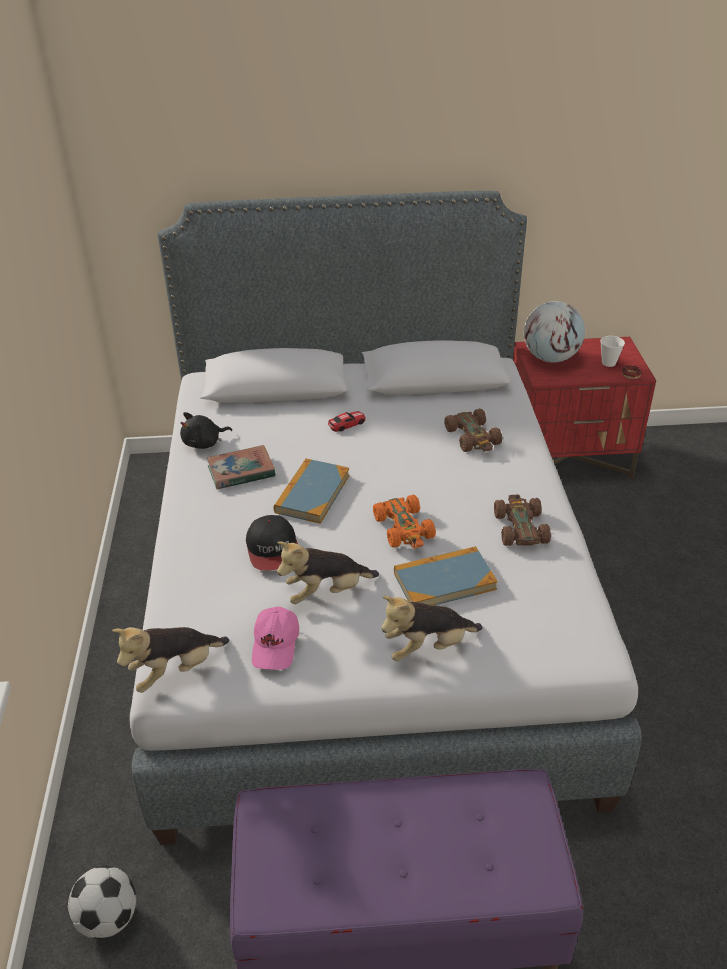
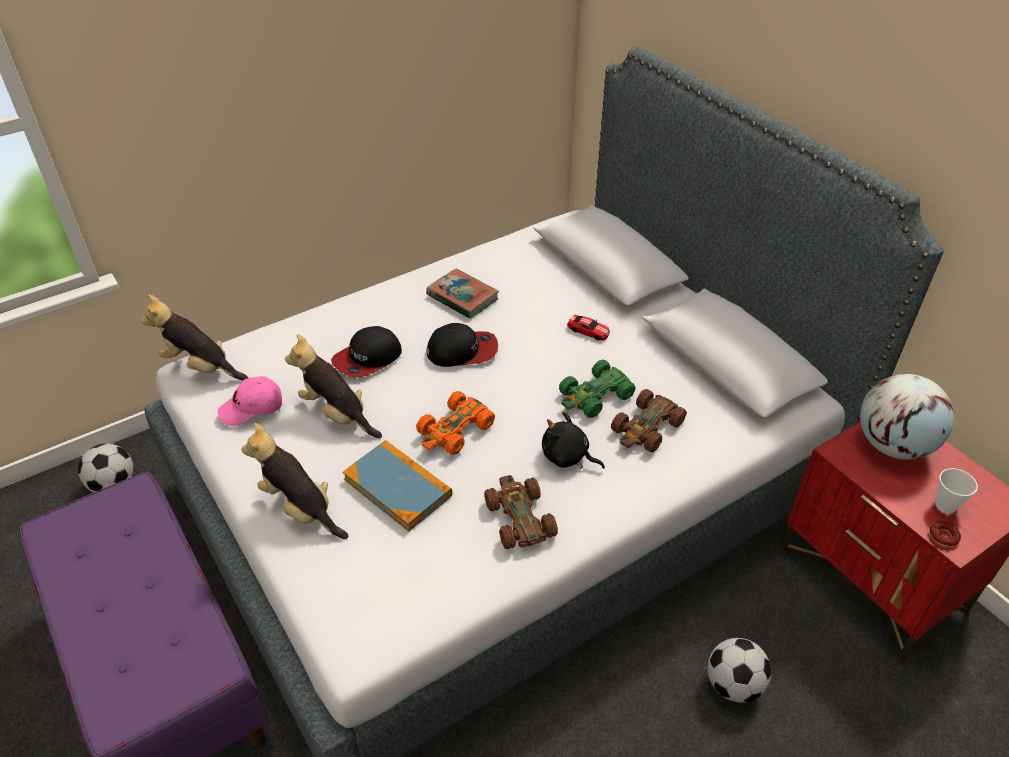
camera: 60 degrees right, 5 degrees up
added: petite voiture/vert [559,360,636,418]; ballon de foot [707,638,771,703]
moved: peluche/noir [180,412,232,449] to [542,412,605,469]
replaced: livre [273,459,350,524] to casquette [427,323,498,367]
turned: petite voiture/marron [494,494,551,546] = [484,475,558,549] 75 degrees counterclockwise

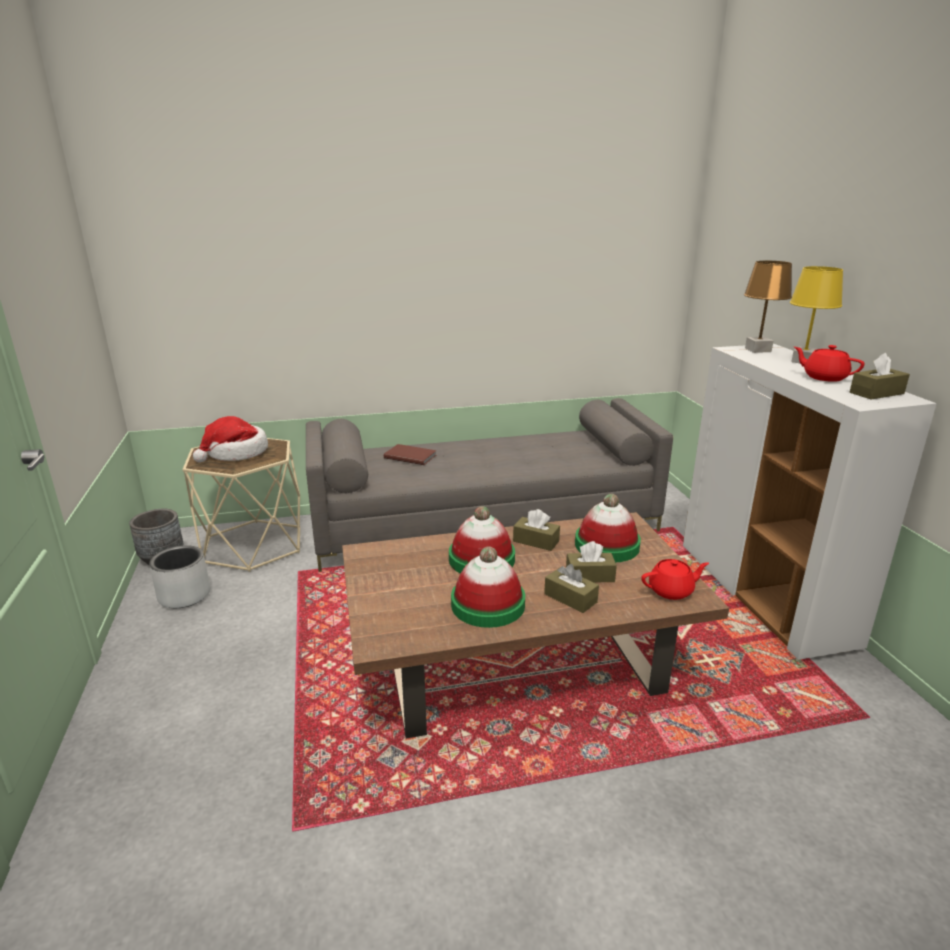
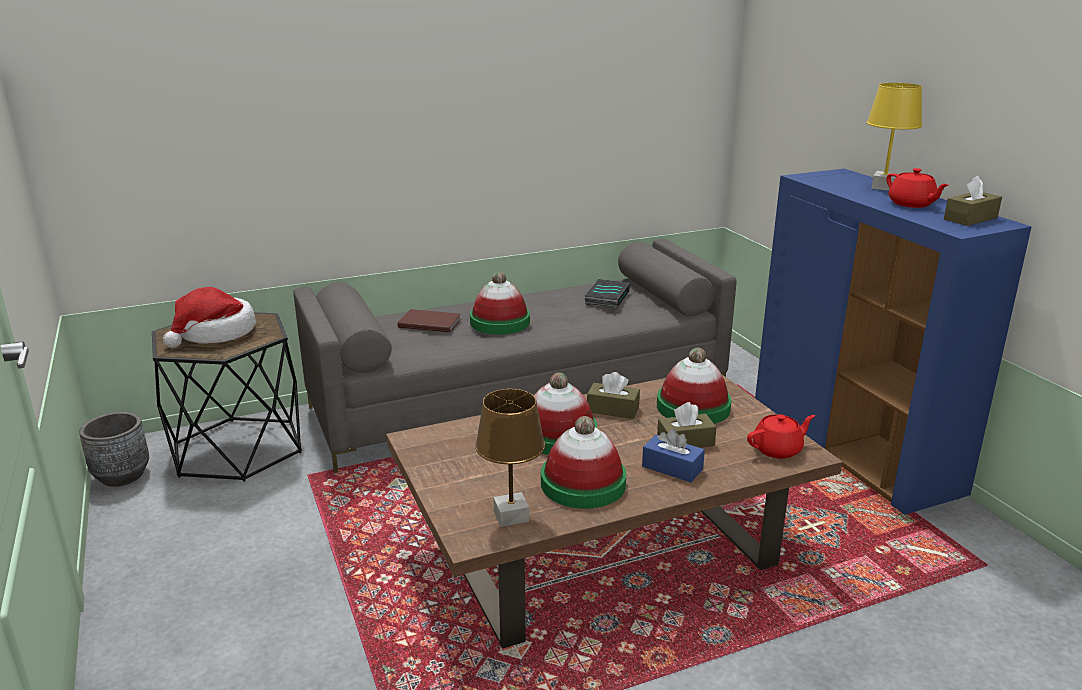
camera: 10 degrees left, 0 degrees up
removed: cache-pot/gris [149,545,210,608]
added: chapeau [470,271,530,334]; livre [584,279,630,309]
moved: lampe de table/marron [744,261,792,353] to [475,389,545,527]
recoloured: meuble de rangement/blanc [683,344,937,660] to meuble de rangement/bleu [755,169,1032,515]; table d'appoint/beige [182,438,300,572] to table d'appoint/noir [152,312,302,482]; boîte à mouchoirs/marron [544,564,599,613] to boîte à mouchoirs/bleu [642,428,705,482]
turned: théière/rouge [794,345,864,382] = [887,168,949,208] 150 degrees counterclockwise

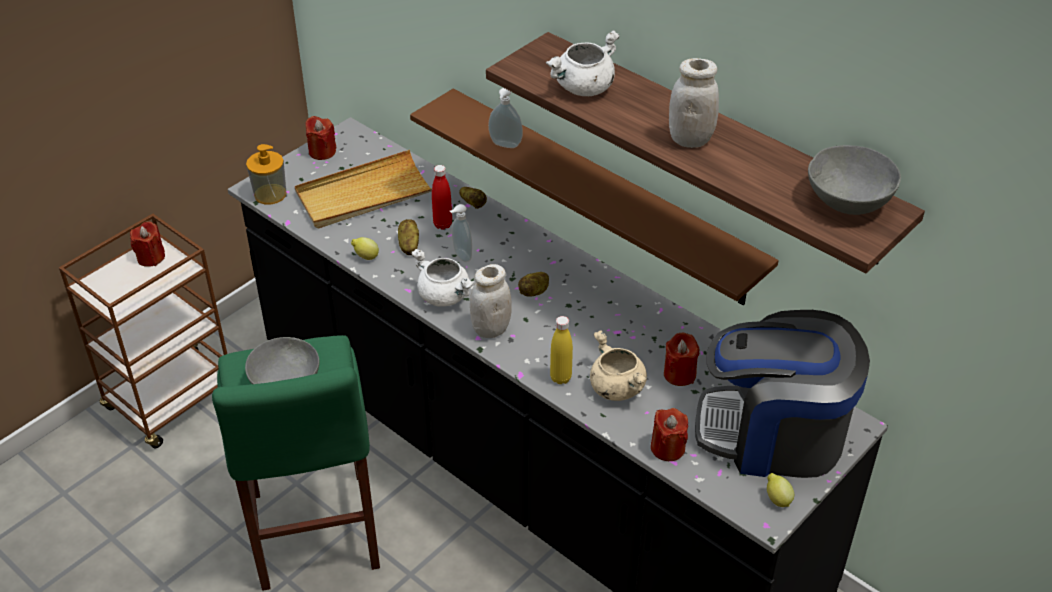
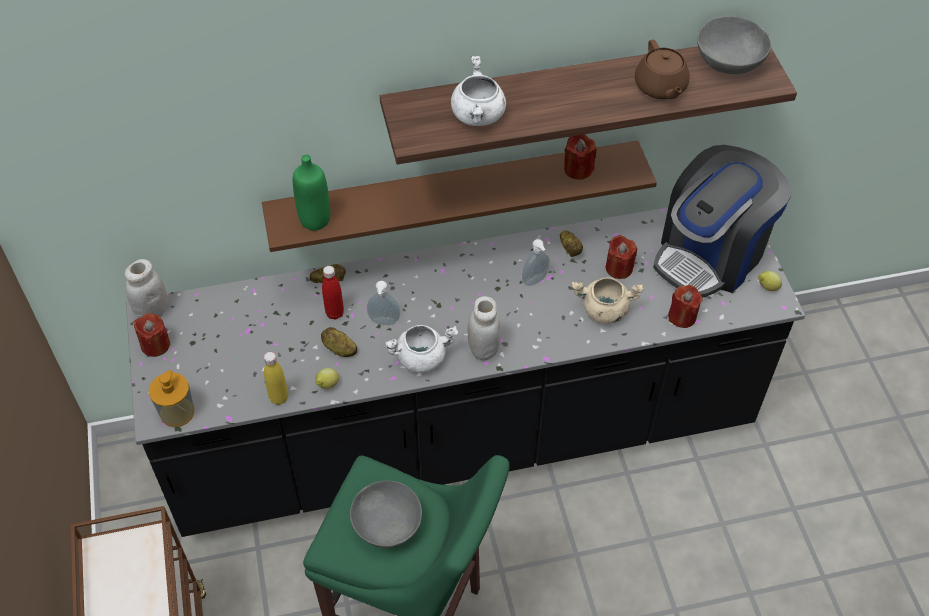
camera: 55 degrees left, 10 degrees up
removed: plateau/beige [295,150,432,228]
added: théière/marron [635,39,690,99]; bouteille/vert [293,155,330,231]
moved: bocal/blanc [669,58,719,148] to [124,259,167,318]; distributeur de savon [488,88,523,148] to [522,239,550,286]; bougie/rouge [130,221,165,267] to [564,134,596,180]; pomme de terre [518,272,549,297] to [560,230,583,257]; bouteille/jaune [550,316,573,384] to [264,352,288,405]

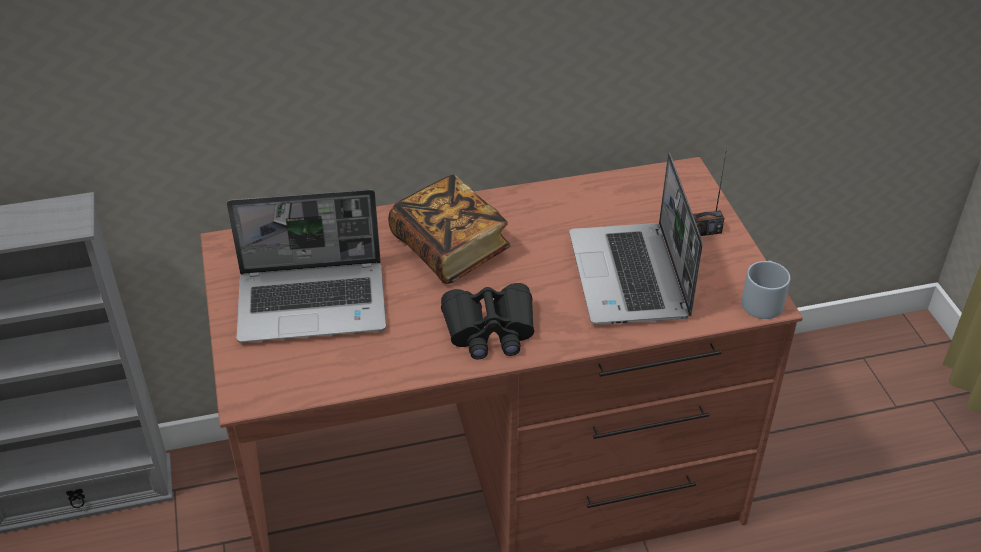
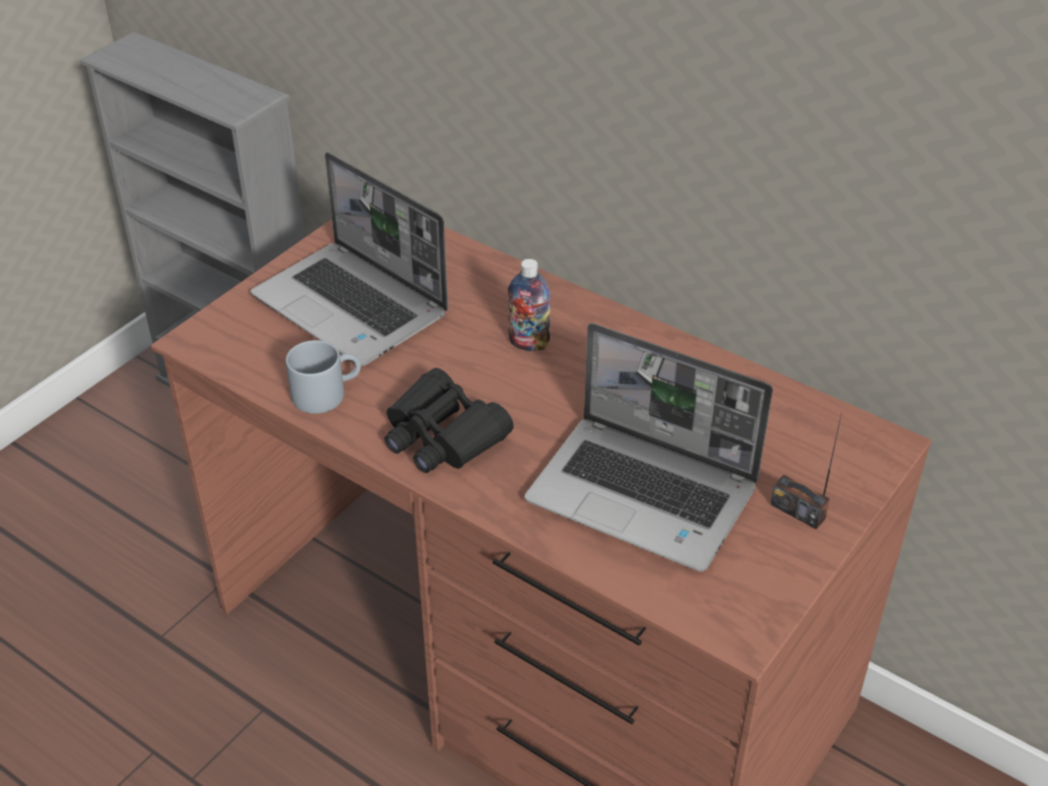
camera: 50 degrees right, 0 degrees up
moved: mug/gris [741,261,790,319] to [286,340,361,414]
replaced: livre [388,174,510,284] to bouteille [508,259,551,351]
turned: ordinateur portable [569,153,703,325] = [525,323,773,572] 105 degrees counterclockwise

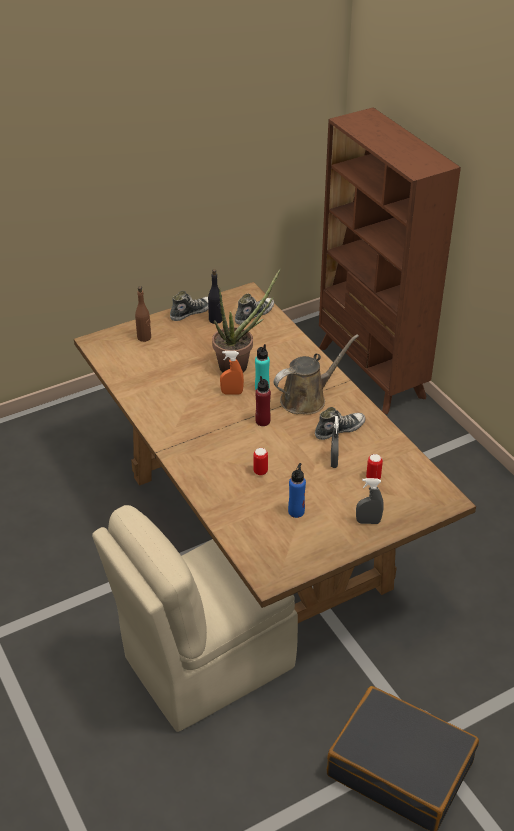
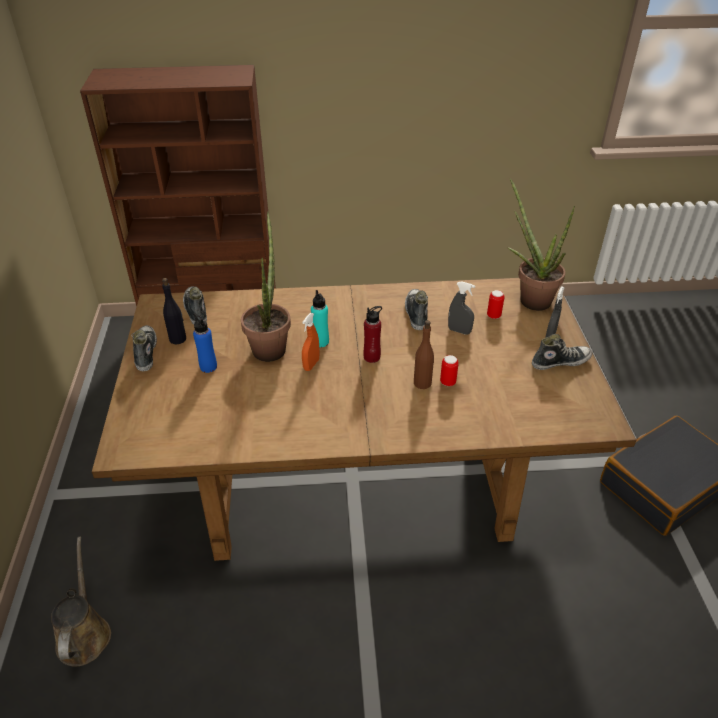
camera: 65 degrees left, 0 degrees up
removed: chaise/beige [92,505,298,732]
added: plante en pot [508,178,575,311]; chaussure [532,334,593,370]
moved: bouteille/marron [135,286,151,342] to [414,320,434,389]; arrosoir/marron [274,334,359,414] to [51,537,111,666]; bouteille/bleu [288,463,306,518] to [193,313,217,373]

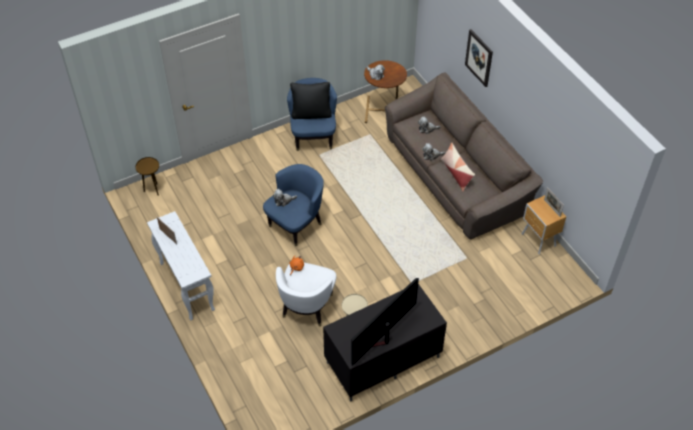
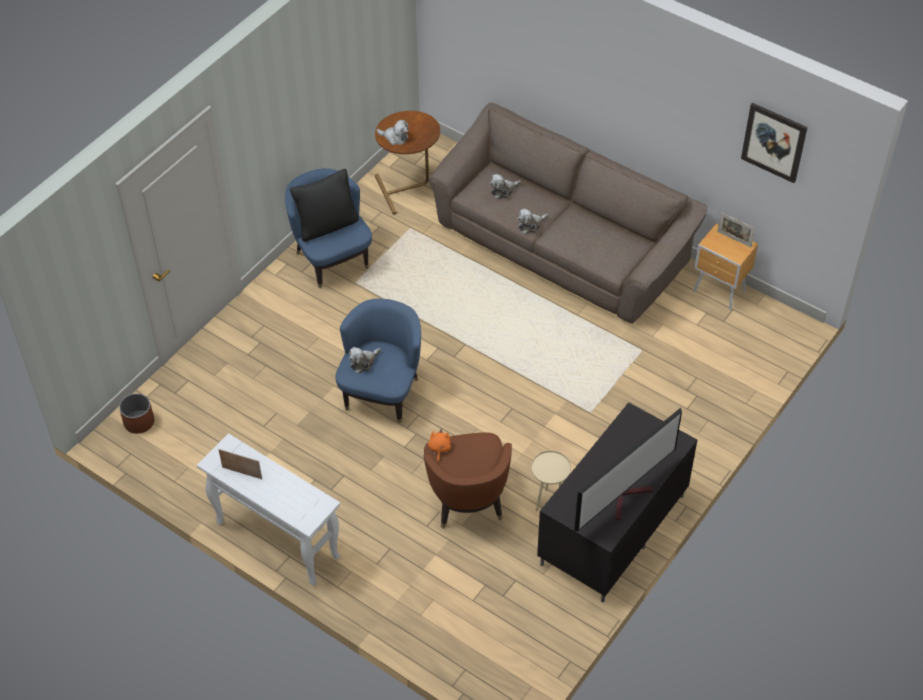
camera: 25 degrees left, 0 degrees up
removed: coussin [441,143,475,192]
moved: tableau [465,29,493,87] to [741,103,808,183]
replaced: table d'appoint/marron [135,157,159,196] to cache-pot/marron [119,393,154,434]
recoloured: fauteuil/blanc [276,263,336,327] to fauteuil/marron [424,432,512,529]
turned: téléviseur [351,278,419,366] = [574,408,682,531] 150 degrees counterclockwise

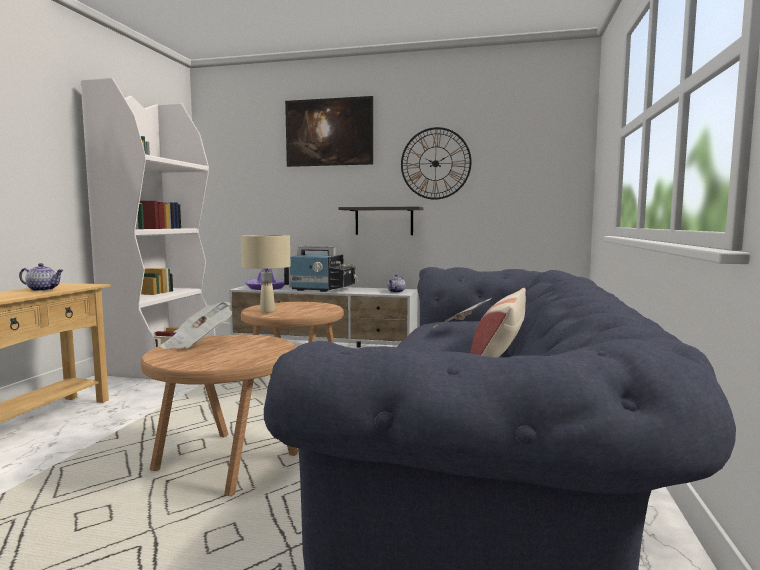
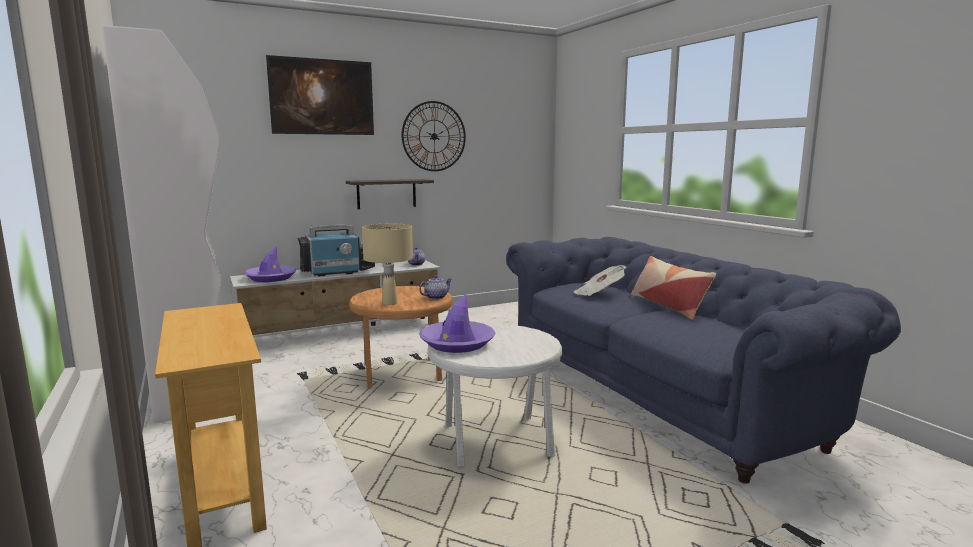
camera: 40 degrees left, 5 degrees up
moved: théière [19,263,64,291] to [419,275,452,299]
replaced: journal [160,302,232,349] to chapeau/violet [419,294,496,353]
recoloured: table d'appoint/marron [141,335,298,496] to table d'appoint/blanc [428,324,562,467]

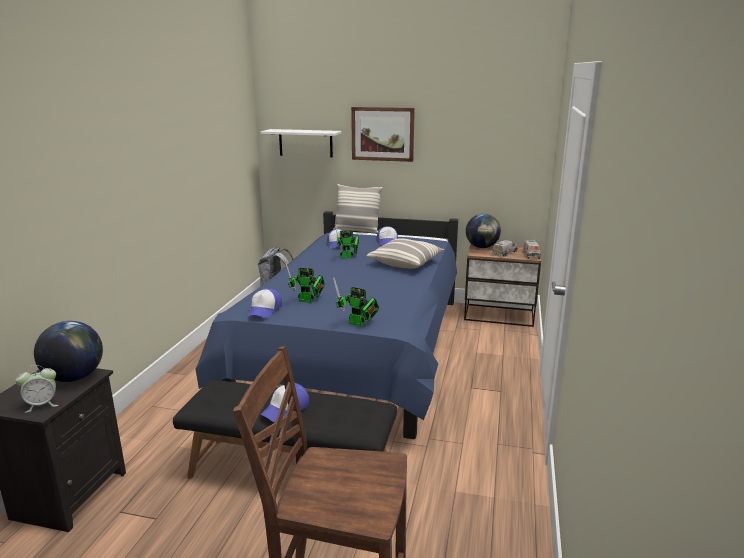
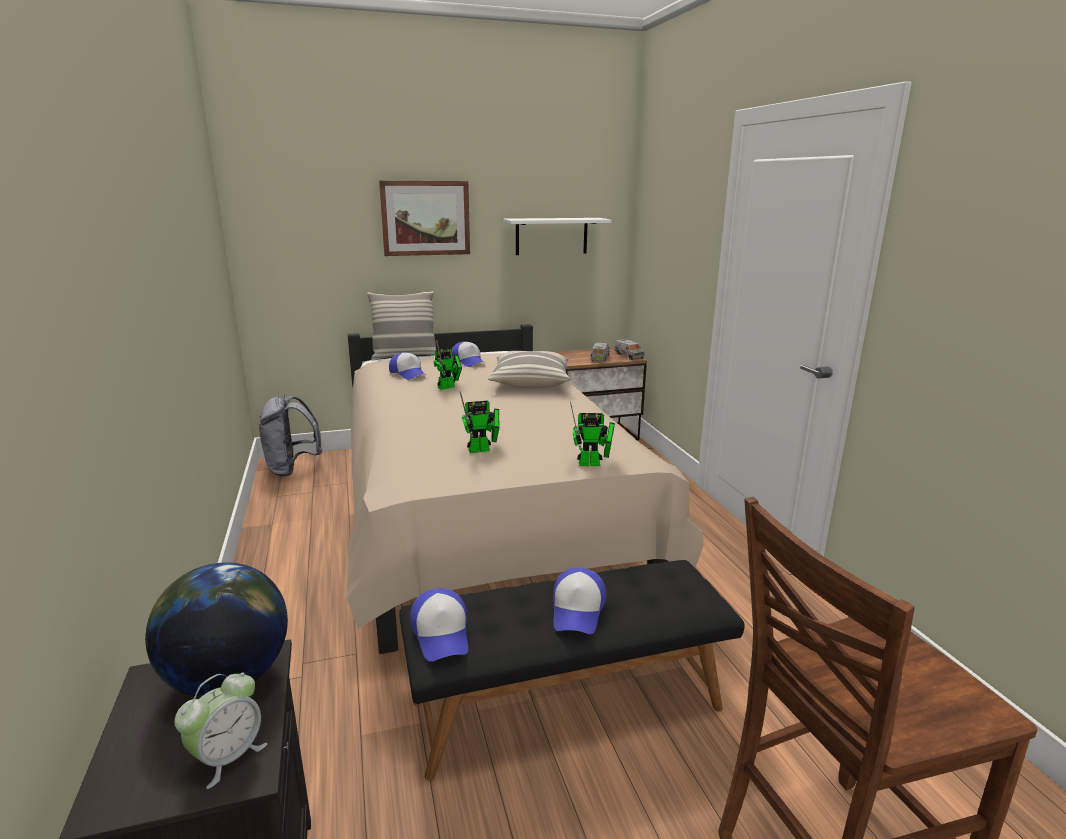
camera: 30 degrees left, 0 degrees up
removed: globe [466,214,501,248]
moved: étagère/blanc [260,129,342,158] to [503,218,611,255]; casquette [248,288,282,318] to [410,588,468,662]
recoloured: lit/bleu [196,211,458,439] to lit/beige [347,324,704,654]

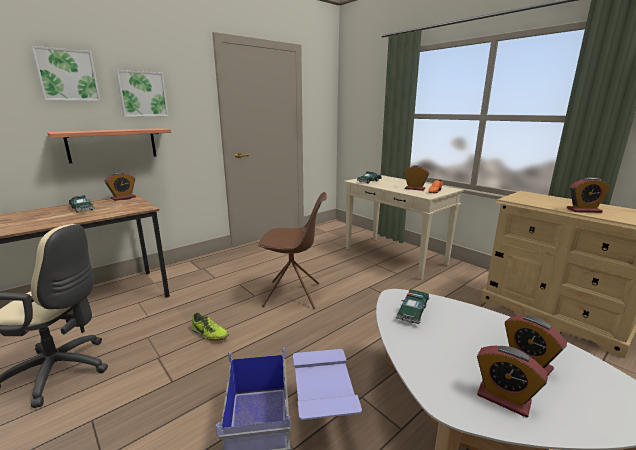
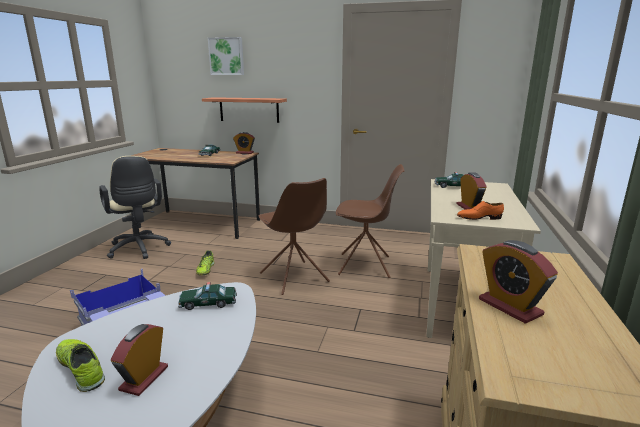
camera: 55 degrees right, 0 degrees up
removed: tableau [116,70,169,117]
added: chaise/marron [336,164,405,278]
replaced: réveil [477,346,548,418] to chaussure [56,339,105,392]

